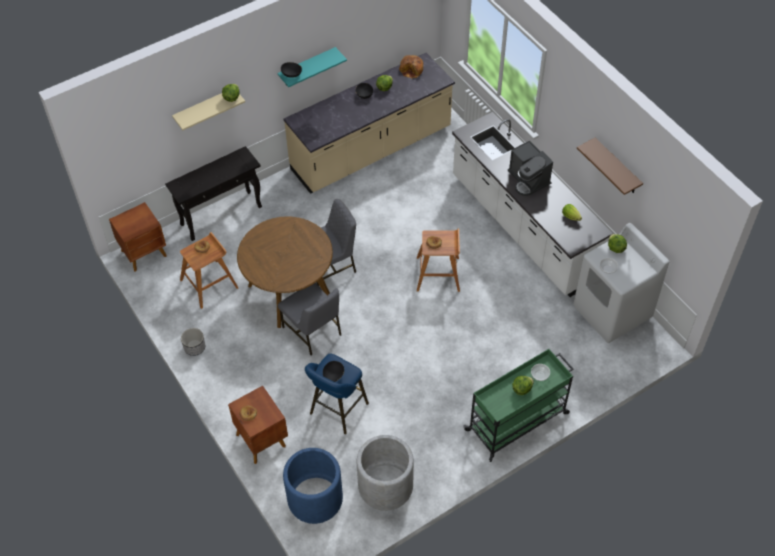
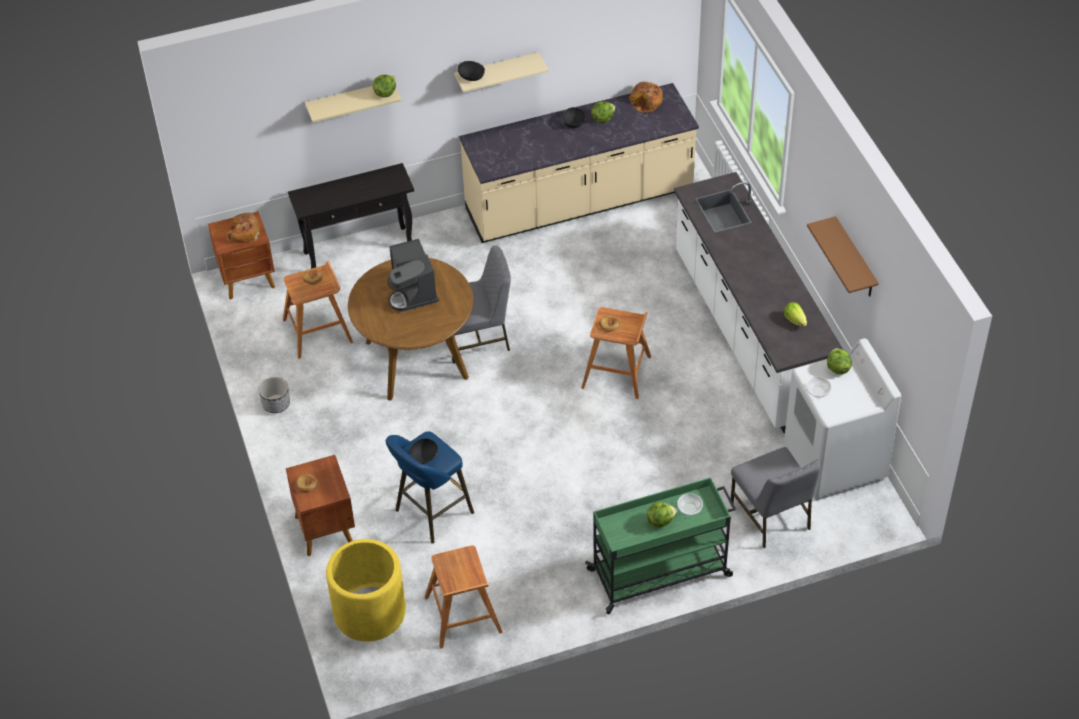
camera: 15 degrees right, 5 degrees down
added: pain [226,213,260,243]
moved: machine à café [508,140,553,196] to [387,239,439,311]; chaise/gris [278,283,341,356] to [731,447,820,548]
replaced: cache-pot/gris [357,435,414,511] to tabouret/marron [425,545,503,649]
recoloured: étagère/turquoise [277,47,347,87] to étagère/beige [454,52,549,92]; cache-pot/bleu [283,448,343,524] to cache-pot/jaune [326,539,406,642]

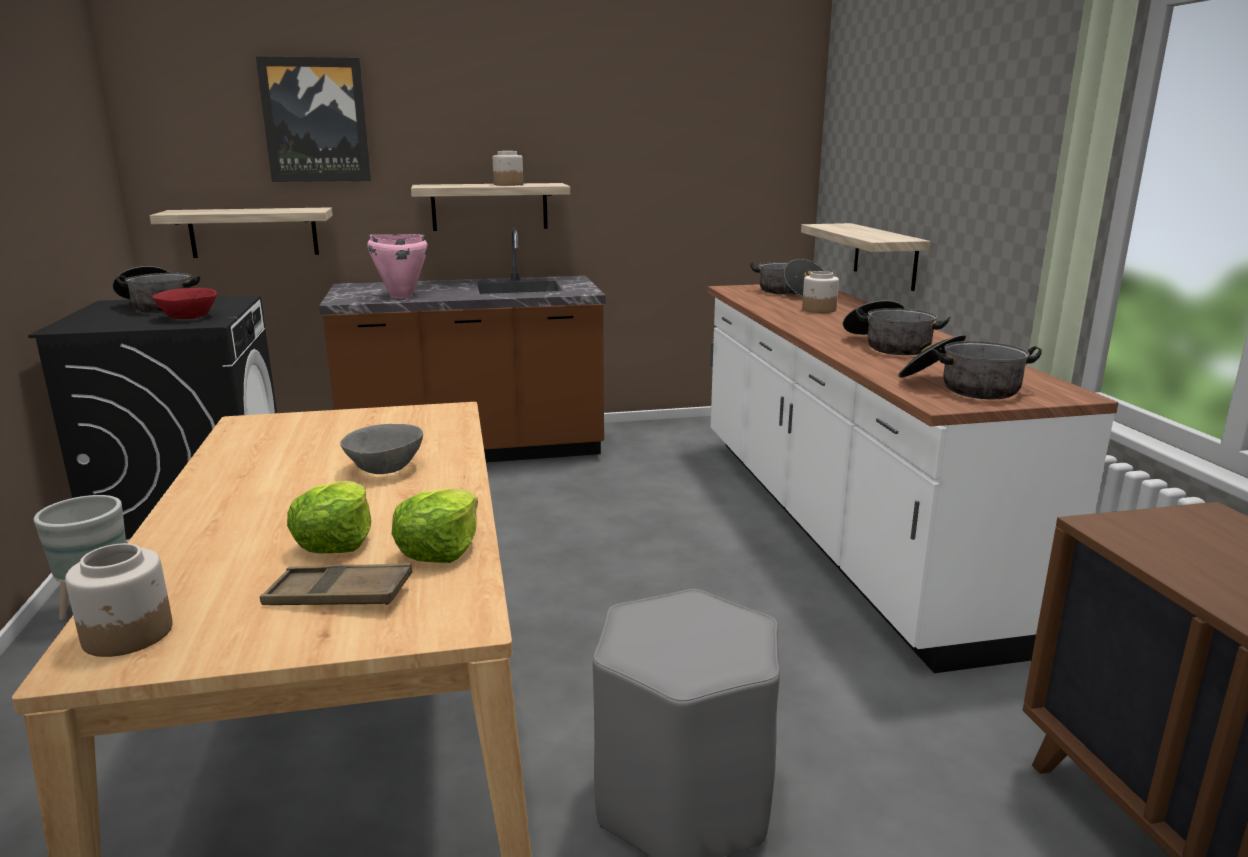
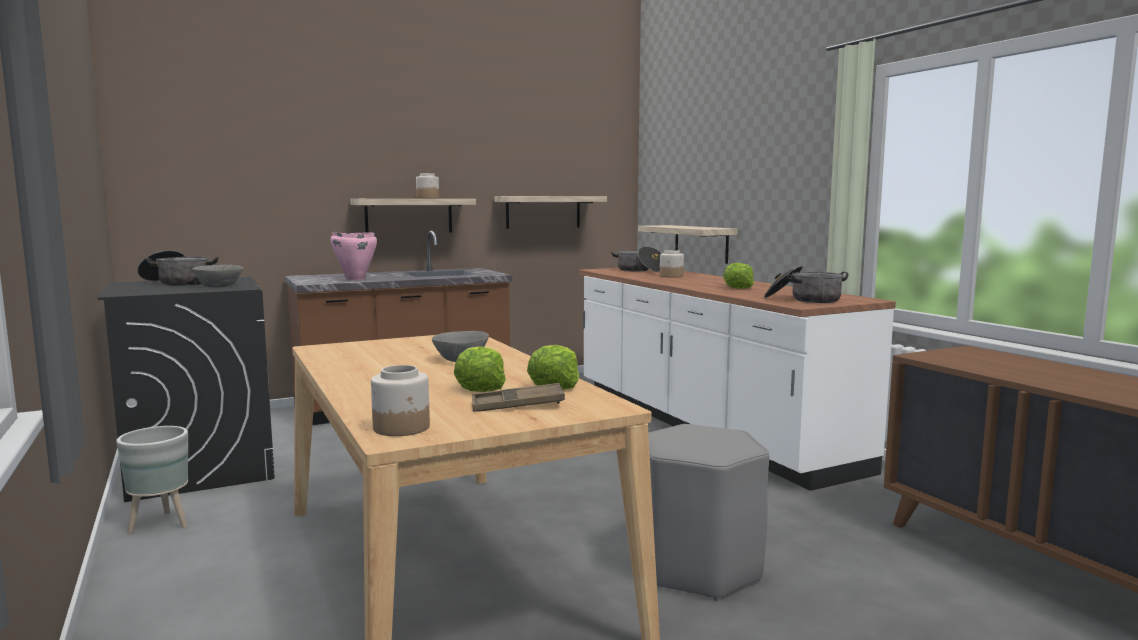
camera: 15 degrees left, 10 degrees down
removed: tableau [256,56,371,182]
moved: étagère [150,207,333,258] to [494,196,607,229]
replaced: marmite [843,300,951,355] to laitue [723,263,754,289]
recoloured: bol/rouge [153,288,217,319] to bol/gris [192,265,243,287]

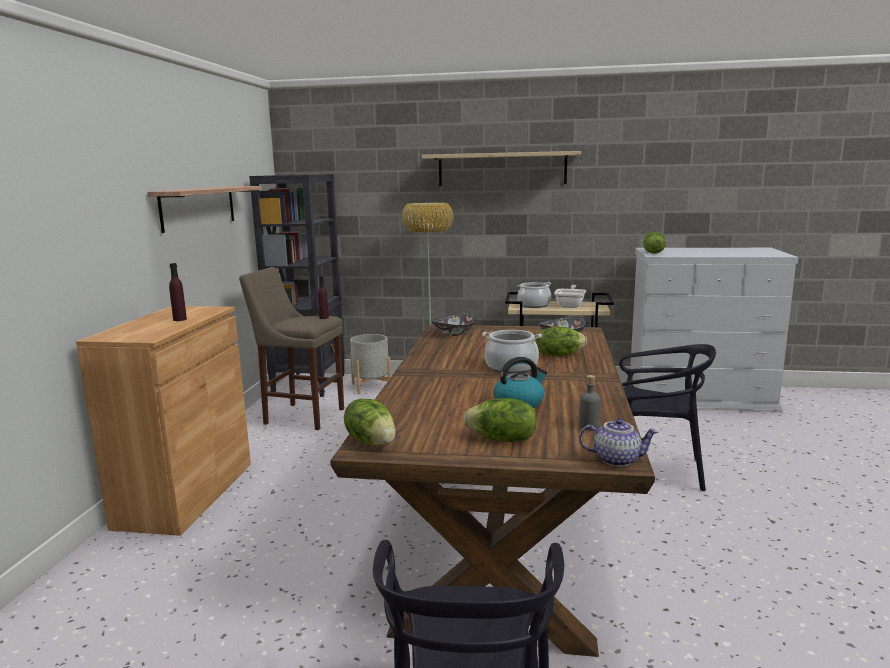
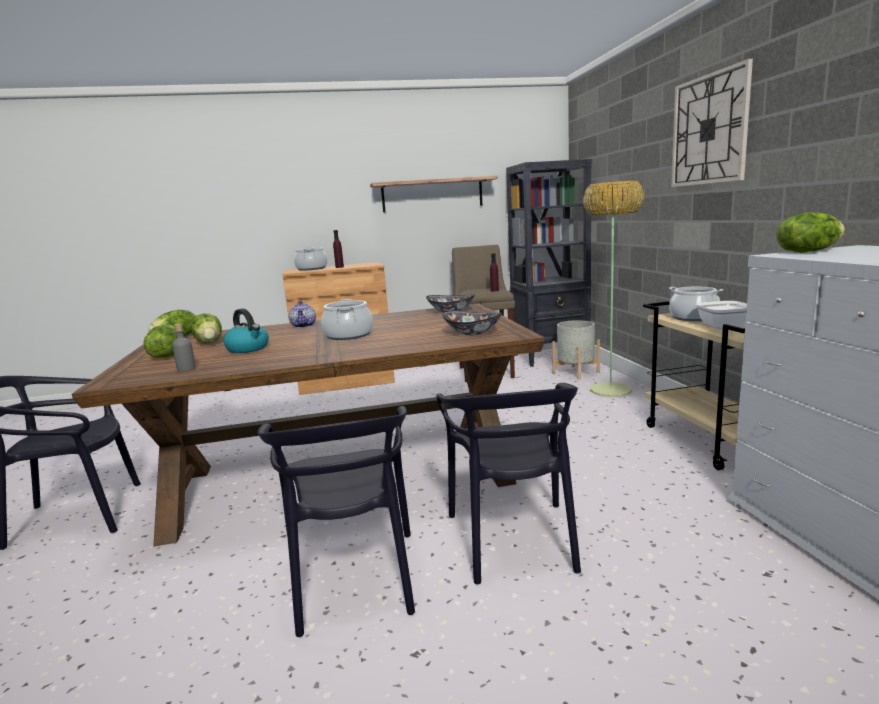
camera: 70 degrees right, 0 degrees up
added: marmite [294,247,327,271]; chaise/noir [258,406,415,637]
moved: laitue [536,326,587,357] to [191,314,222,344]; théière [579,418,658,467] to [289,301,316,328]
replaced: étagère/beige [422,151,581,186] to horloge murale [671,59,753,187]

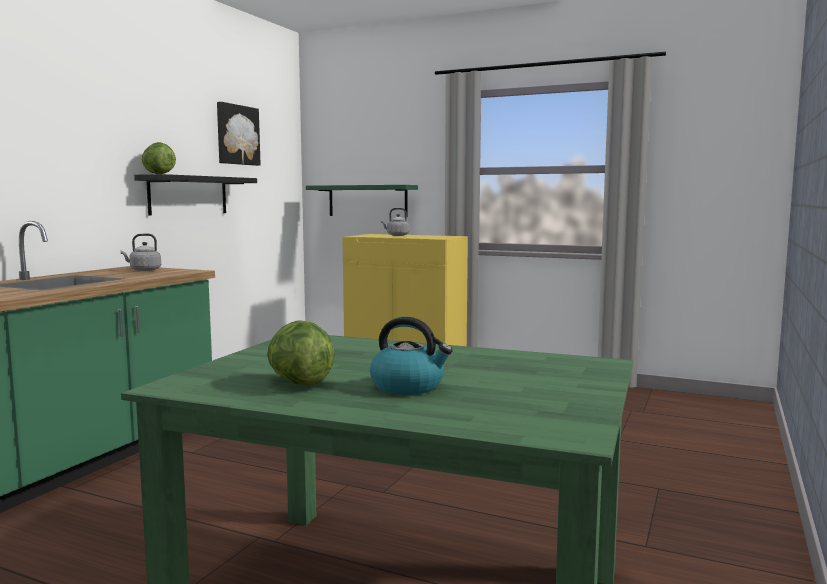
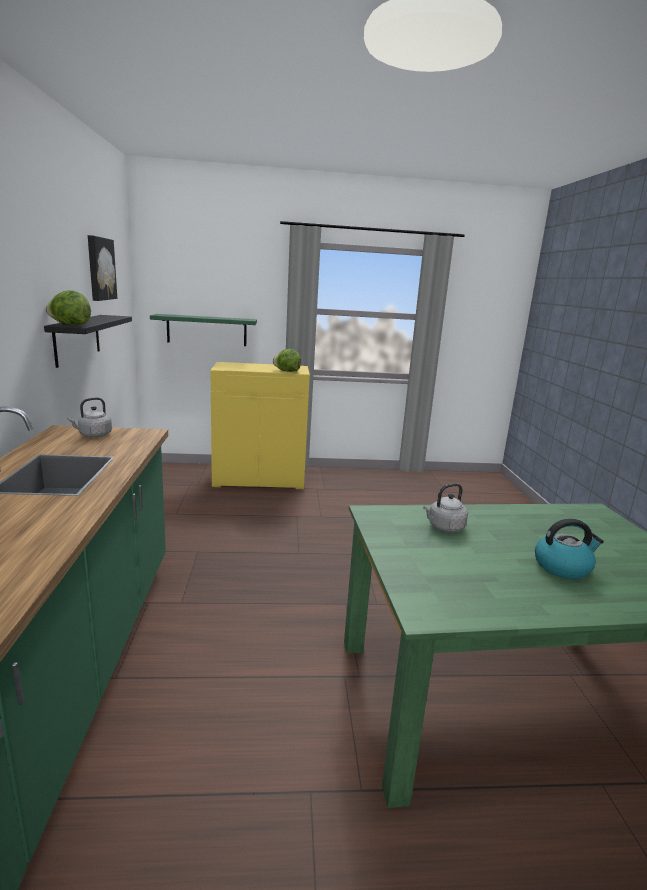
camera: 30 degrees left, 10 degrees up
moved: bouilloire/gris [381,208,409,236] to [423,483,468,532]; laitue [267,320,335,385] to [273,349,301,372]

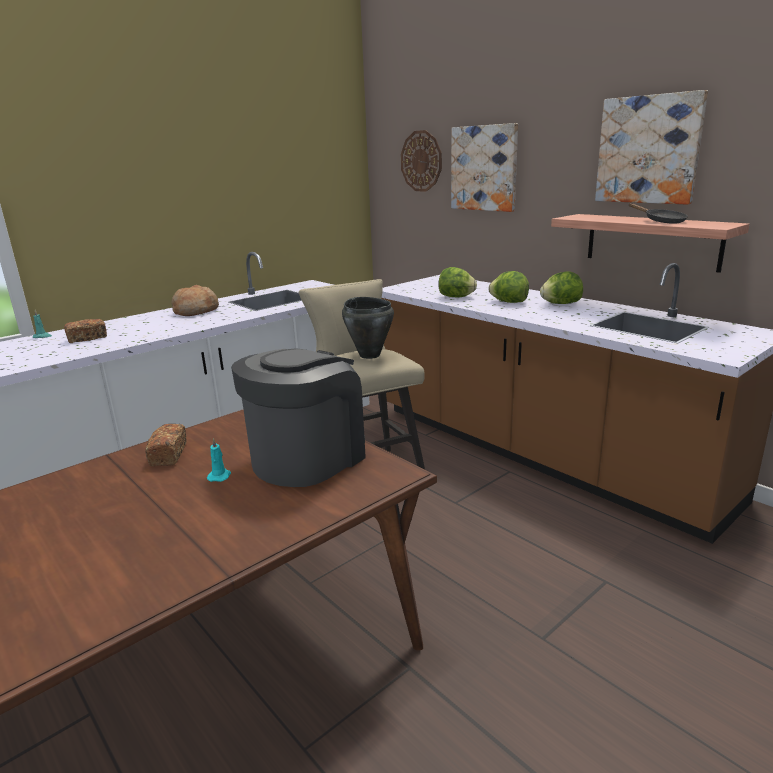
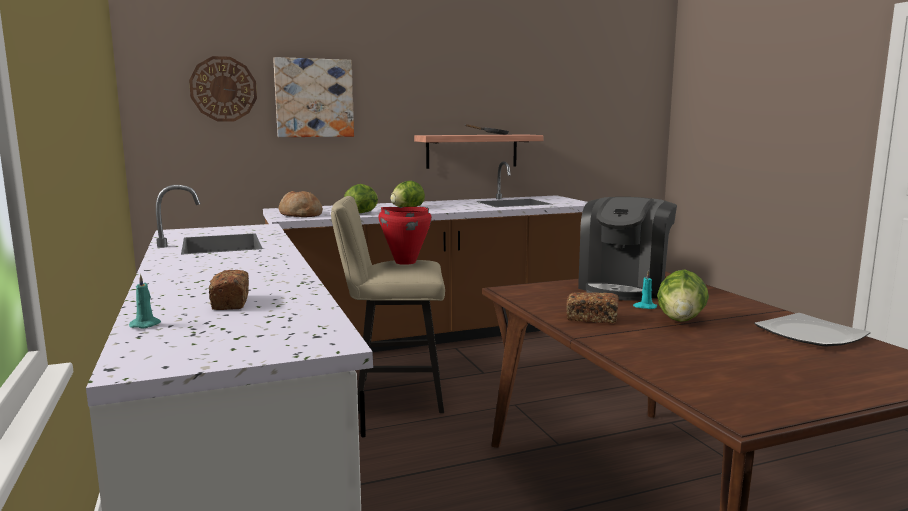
camera: 70 degrees left, 10 degrees down
removed: tableau [595,90,708,205]
added: assiette [754,313,871,347]
moved: laitue [540,271,583,304] to [657,269,709,322]; pain [172,285,219,316] to [279,191,323,217]
recoloured: marmite/noir [342,297,394,359] to marmite/rouge [379,207,432,265]
turned: machine à café [231,348,366,487] = [578,197,677,301] 120 degrees counterclockwise

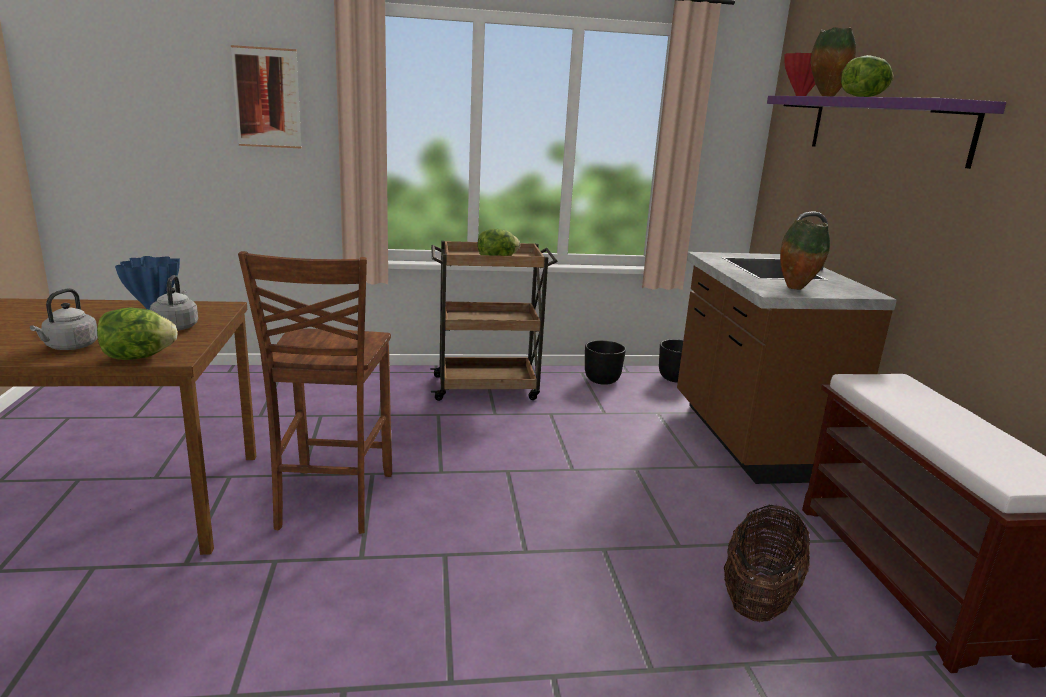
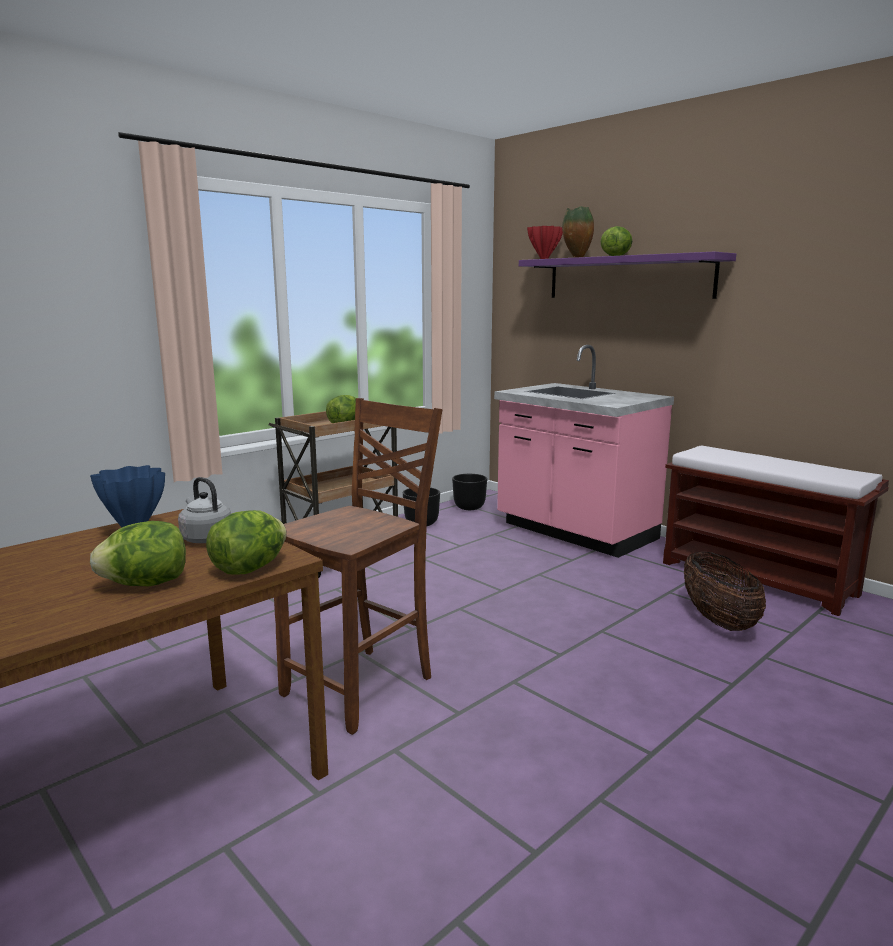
camera: 35 degrees left, 5 degrees down
removed: tableau [231,45,302,148]; vase [780,219,830,290]
replaced: bouilloire/gris [30,288,98,350] to laitue [90,521,186,586]
recoloured: comptoir de cuisine/marron [677,212,897,484] to comptoir de cuisine/rose [494,345,674,558]
turned: chaise/marron [238,251,392,534] = [274,398,442,735] 105 degrees counterclockwise

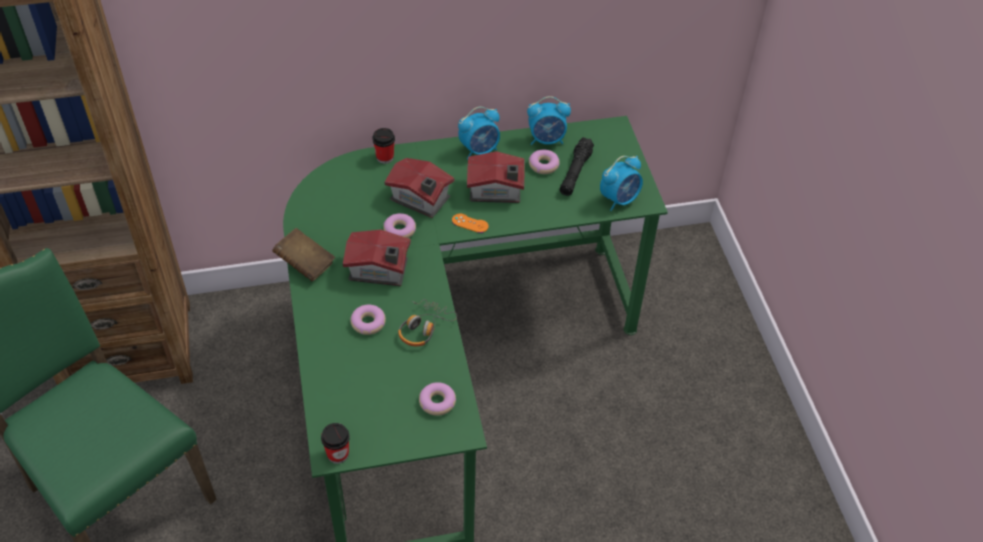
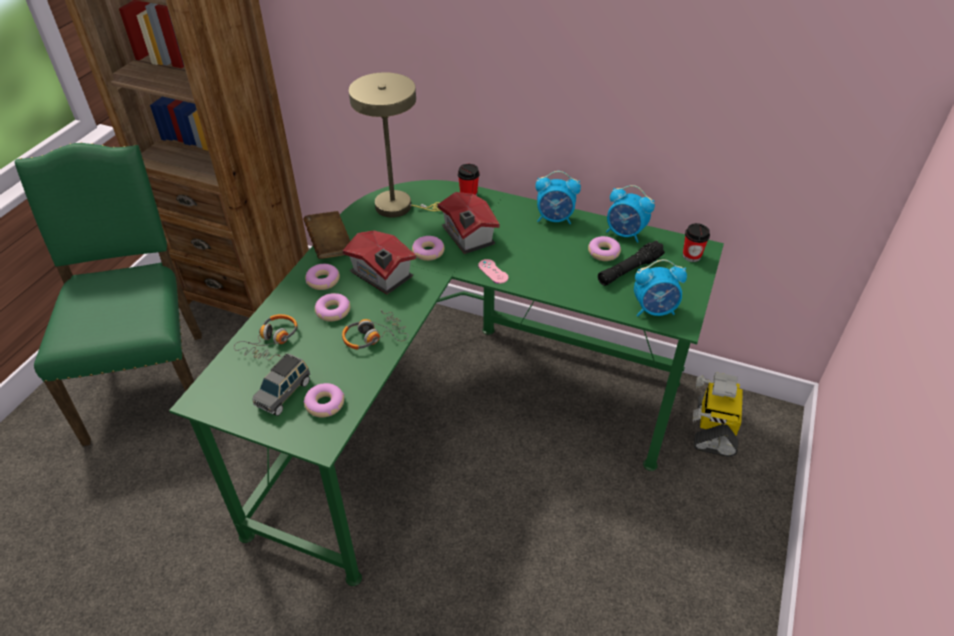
camera: 35 degrees right, 5 degrees down
removed: maison miniature [467,151,525,203]
added: lampe de table/beige [349,72,443,218]; beignet [305,264,340,290]; casque audio [234,314,298,360]; petite voiture/gris [252,353,310,416]; robot jouet [693,372,743,457]
moved: tasse [321,423,350,464] to [683,223,710,262]
recoloured: manette/orange [452,213,489,233] to manette/rose [478,259,509,284]

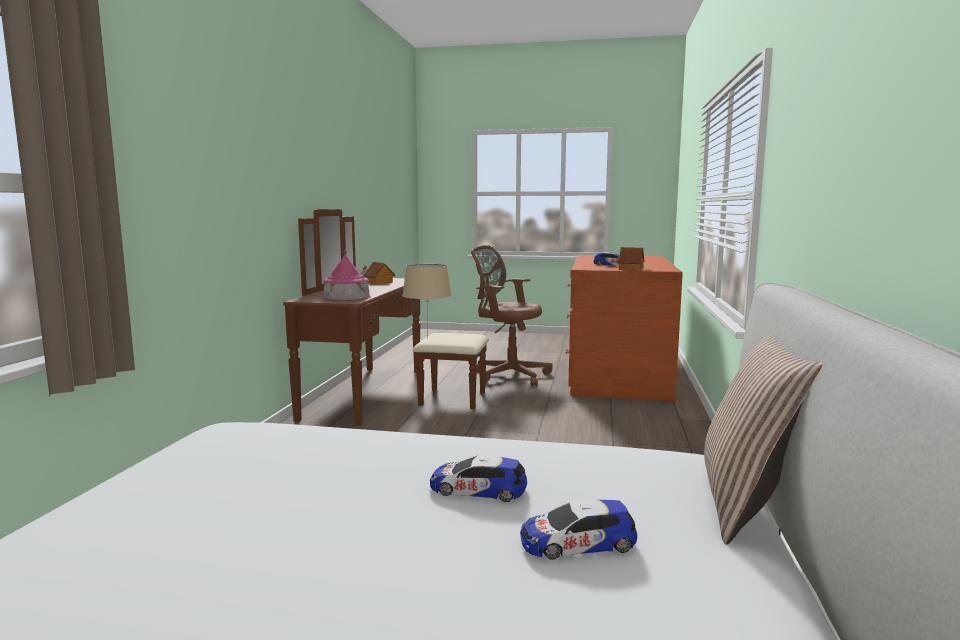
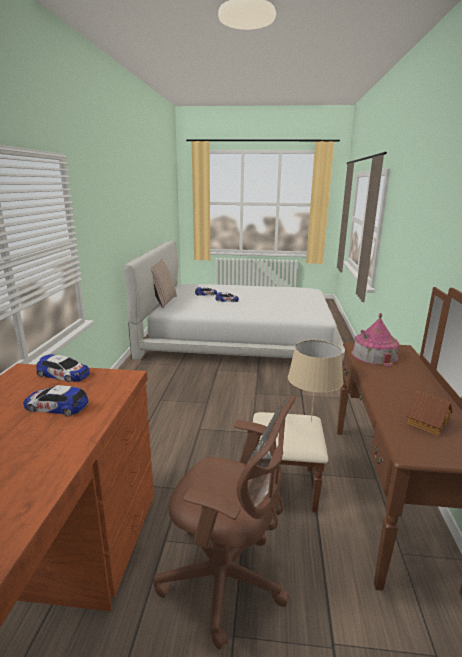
camera: 175 degrees right, 10 degrees up
replaced: maison miniature [618,247,644,271] to petite voiture [36,354,90,383]

